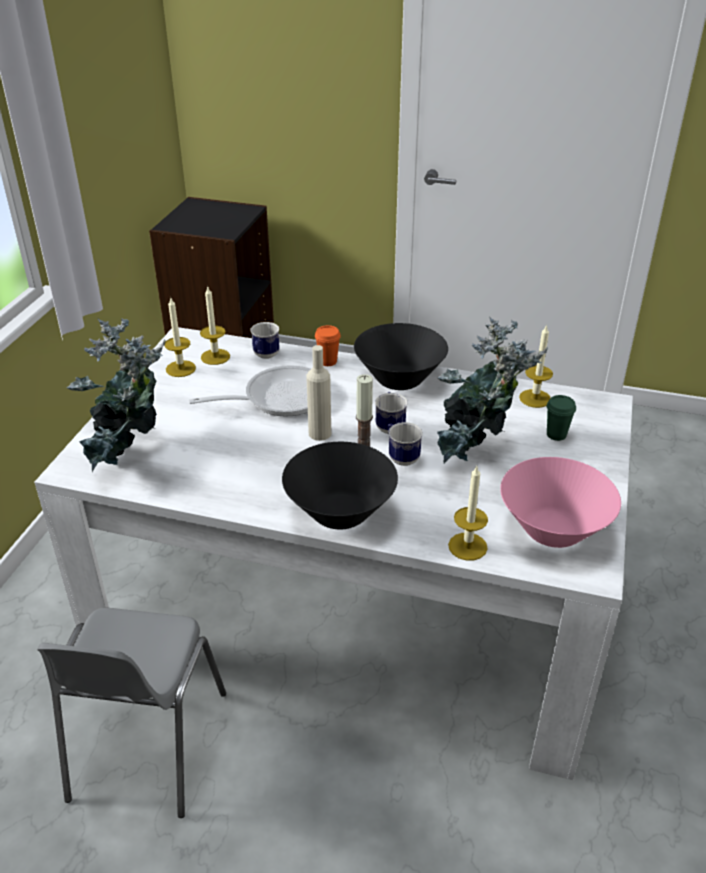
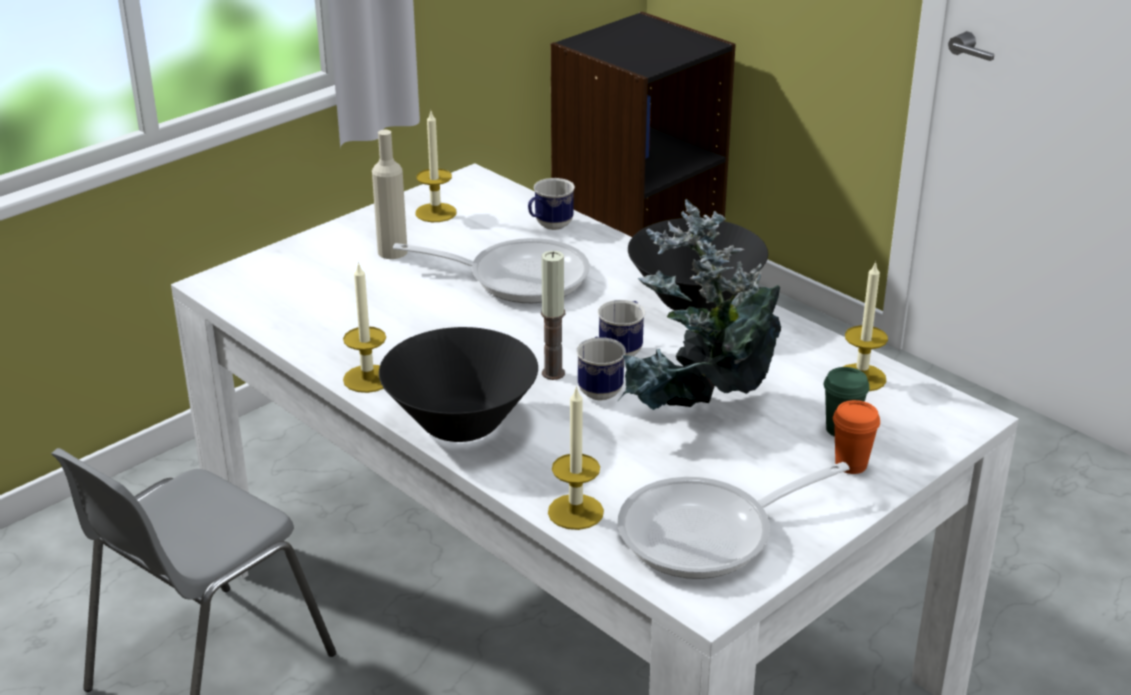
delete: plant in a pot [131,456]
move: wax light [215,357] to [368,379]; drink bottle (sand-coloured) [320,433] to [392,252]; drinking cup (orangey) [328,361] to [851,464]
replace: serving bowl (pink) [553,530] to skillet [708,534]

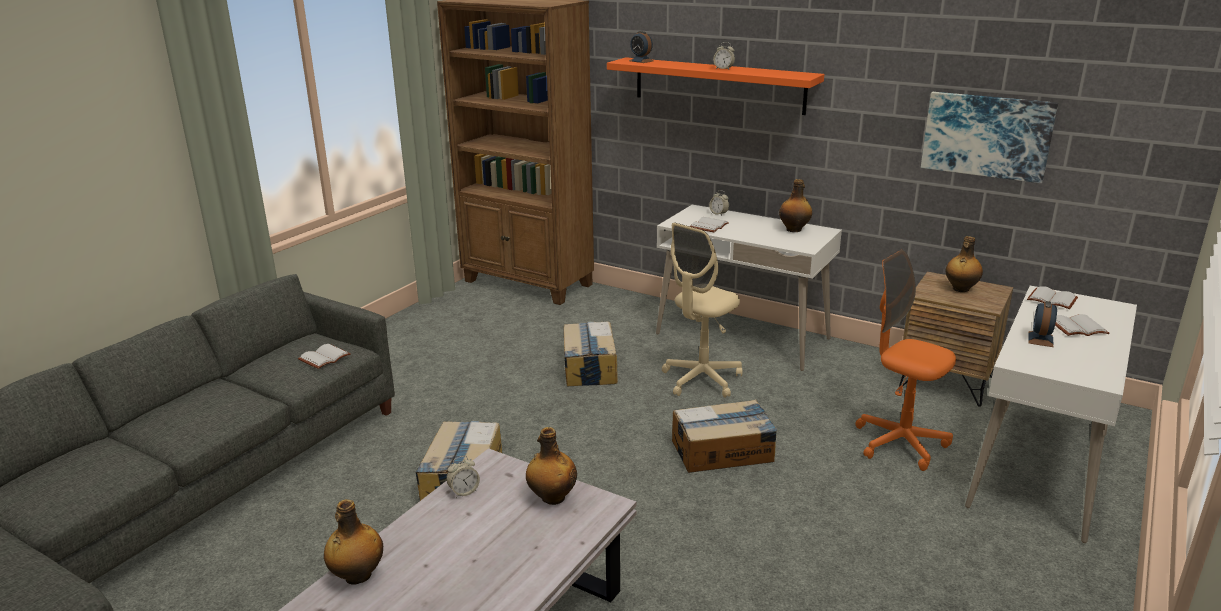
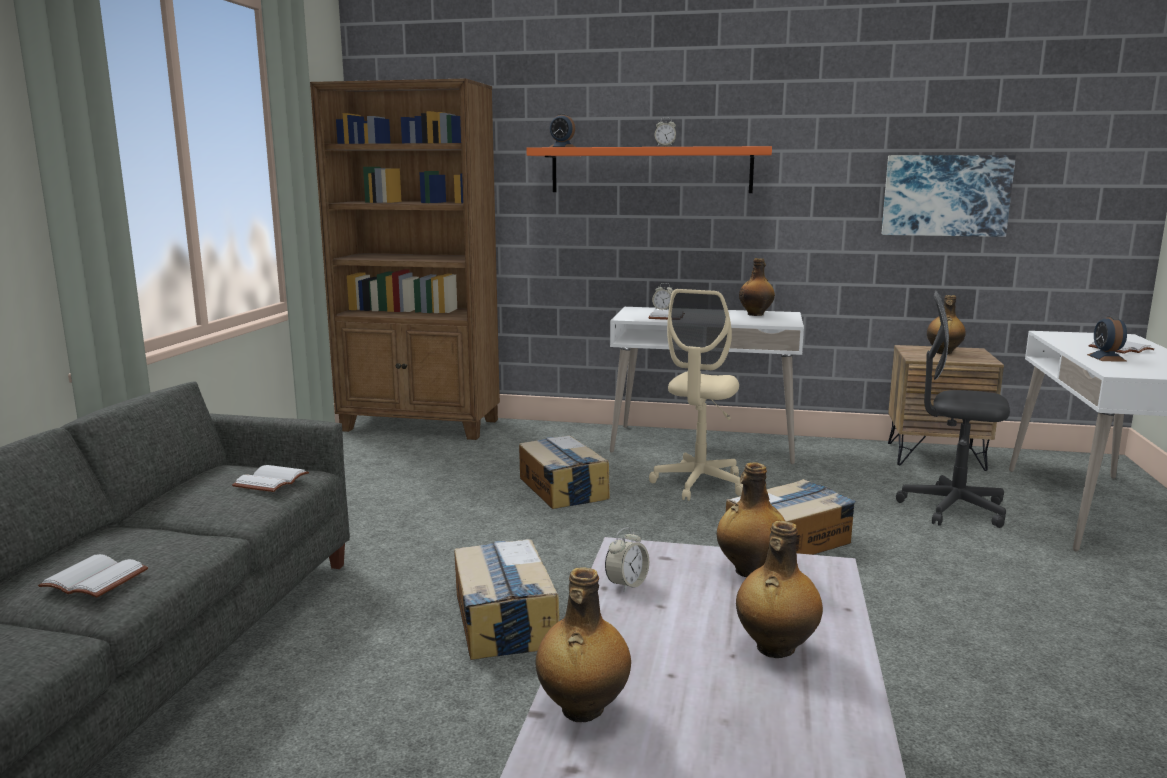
insert: drink bottle [775,648]
move: bound book (white) [1053,299] to [97,579]
recolor: office chair (orangey) [900,443] to office chair (greyish) [952,509]

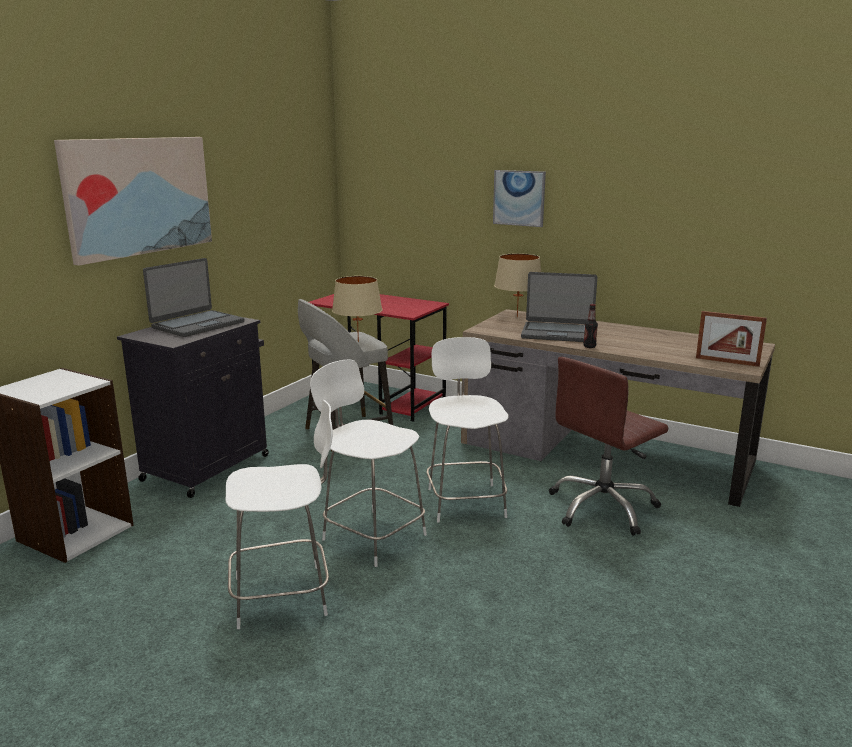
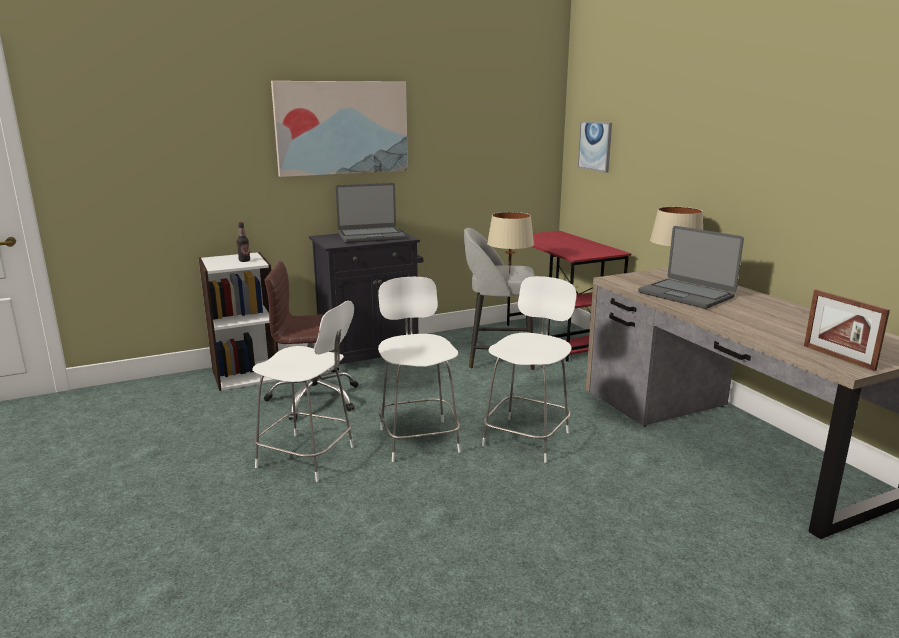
move: drink bottle [589,346] to [244,261]; office chair (brownish) [603,508] to [314,399]; wall art [519,198] to [595,146]

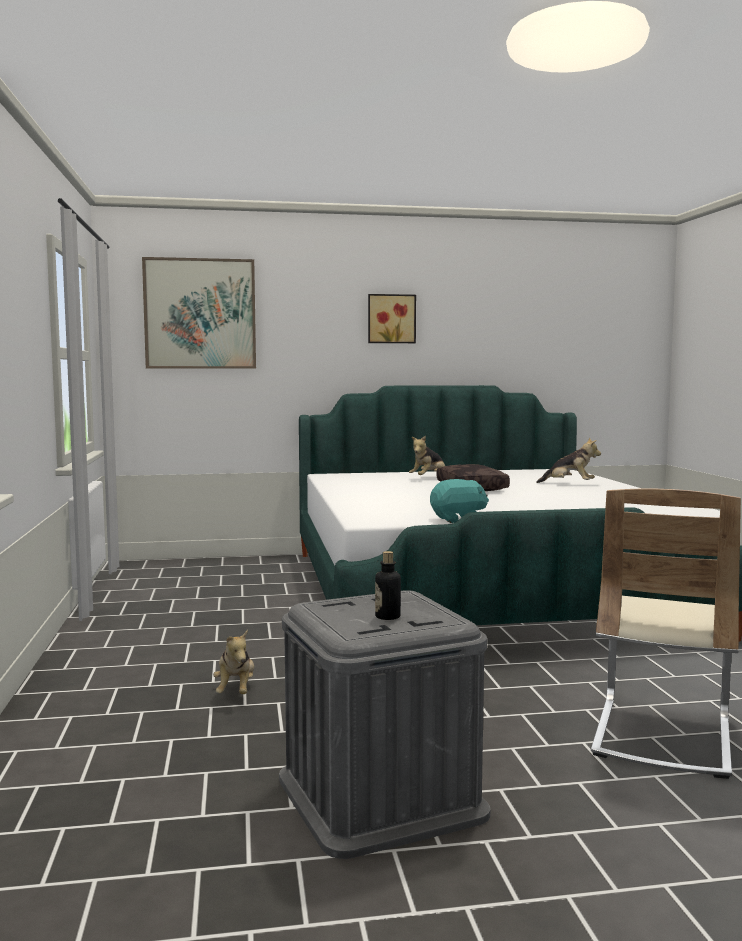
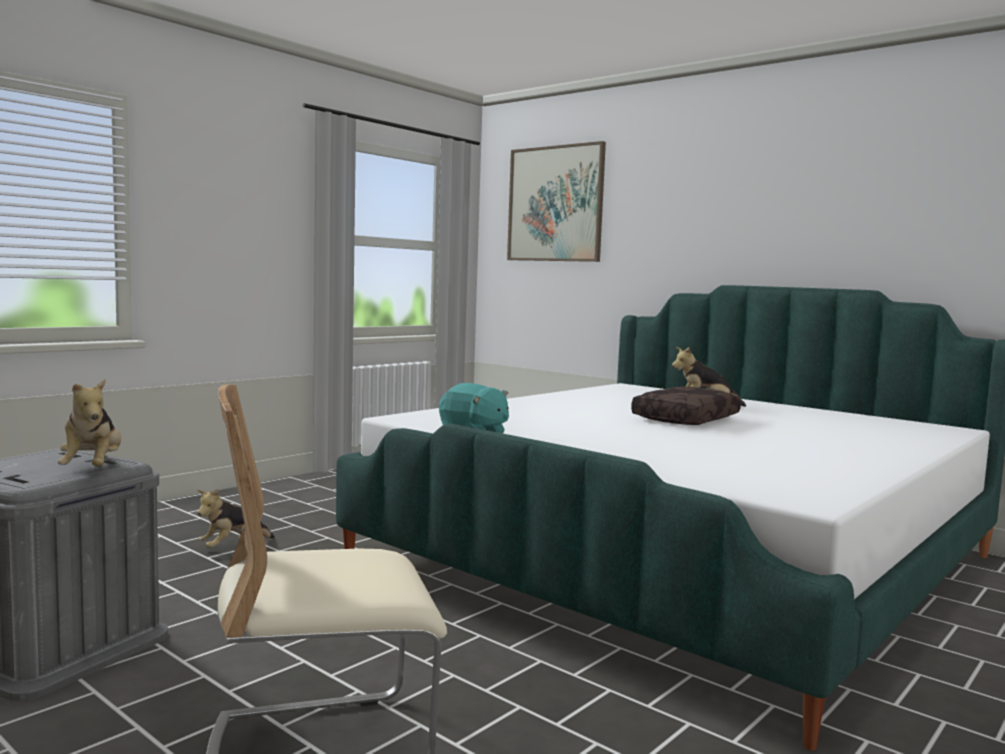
delete: wall art [391,319]; drink bottle [387,617]
move: plush toy [569,484] to [93,468]

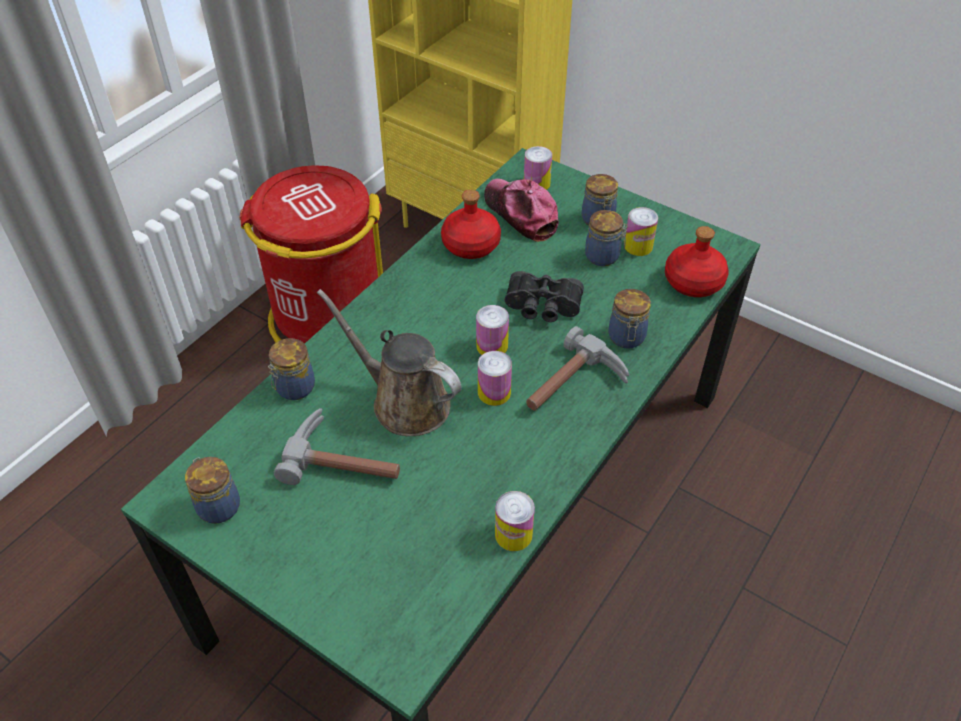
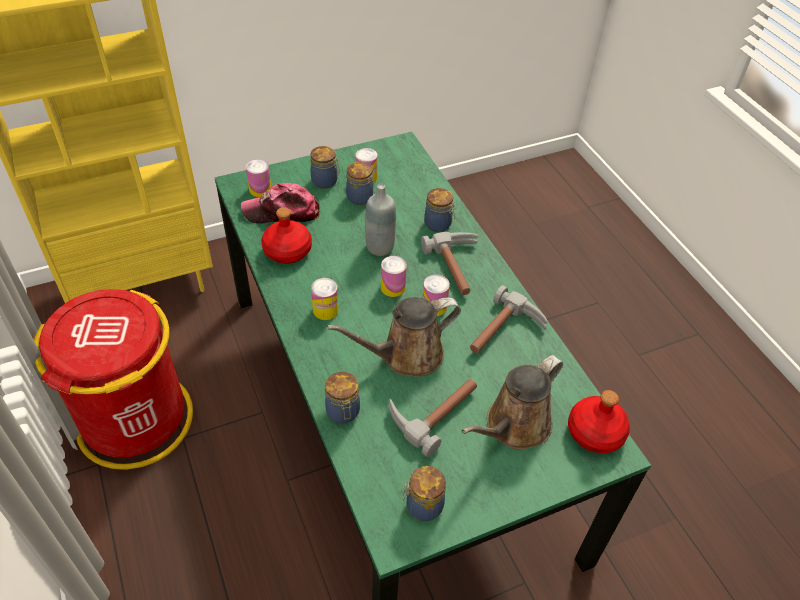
insert: watering can (brownish) [514,426]; tool hammer [505,333]
move: sealed can [513,534] to [325,310]; drink bottle (reddish) [694,282] to [595,432]
replace: binoculars (black) [542,307] to drink bottle (greyish) [380,247]

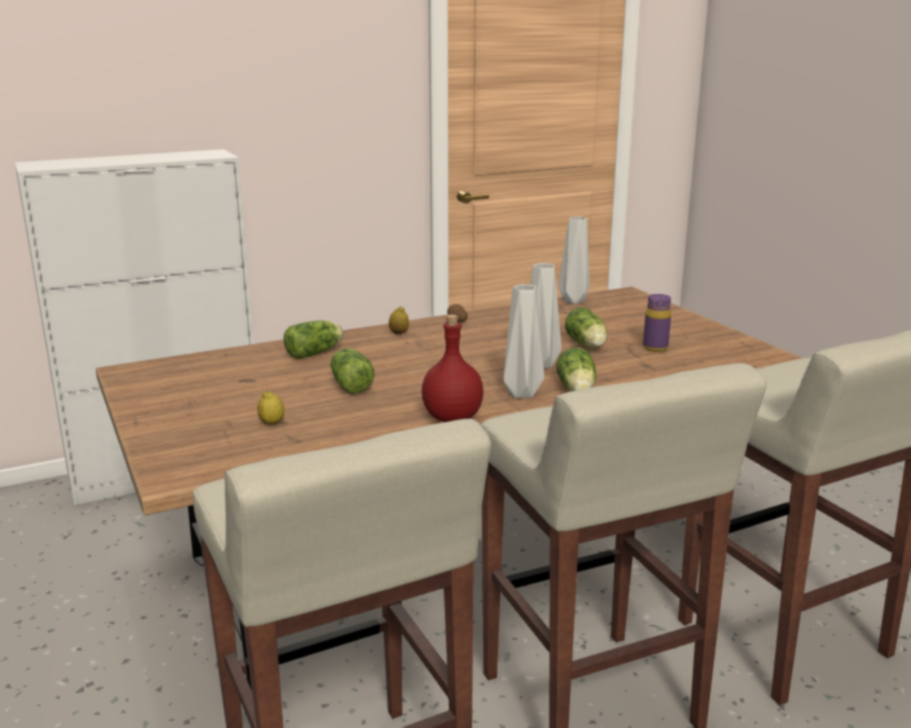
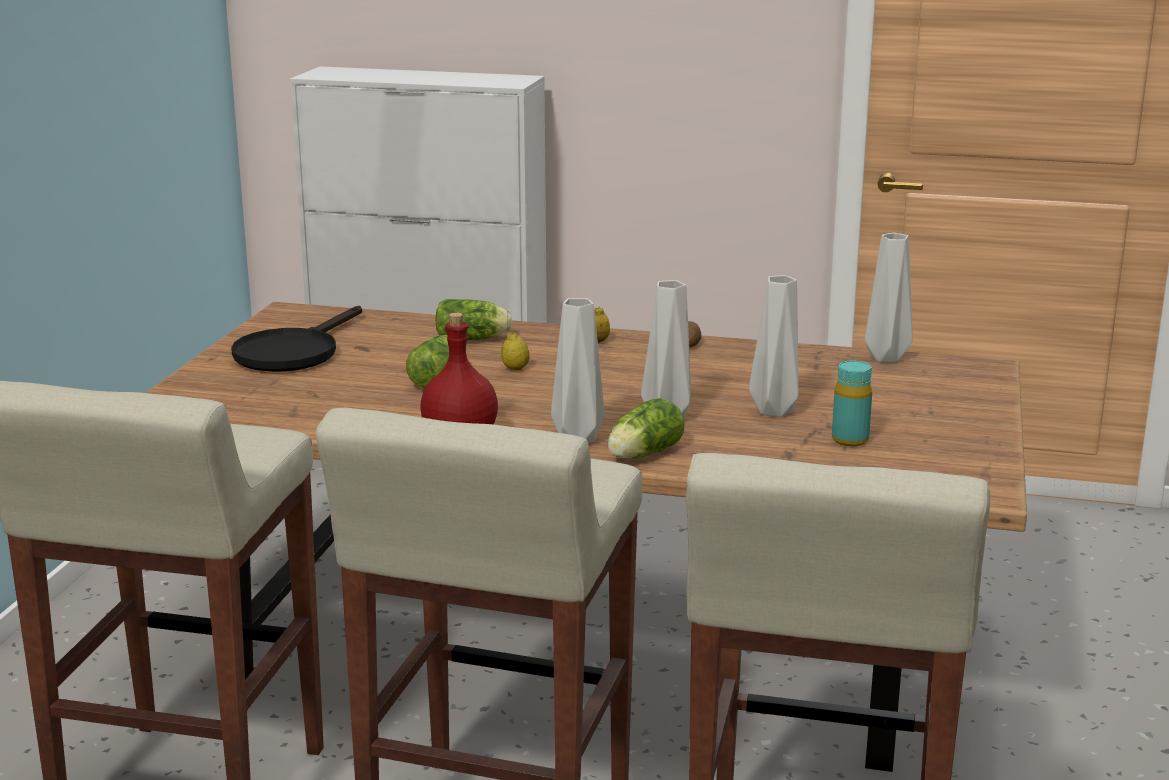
insert: skillet (black) [293,352]
move: citrus fruit [272,423] to [515,368]
replace: head of lettuce [587,345] to flower vase (greyish) [774,412]
recolor: drink bottle (purple) [655,348] to drink bottle (turquoise) [850,440]

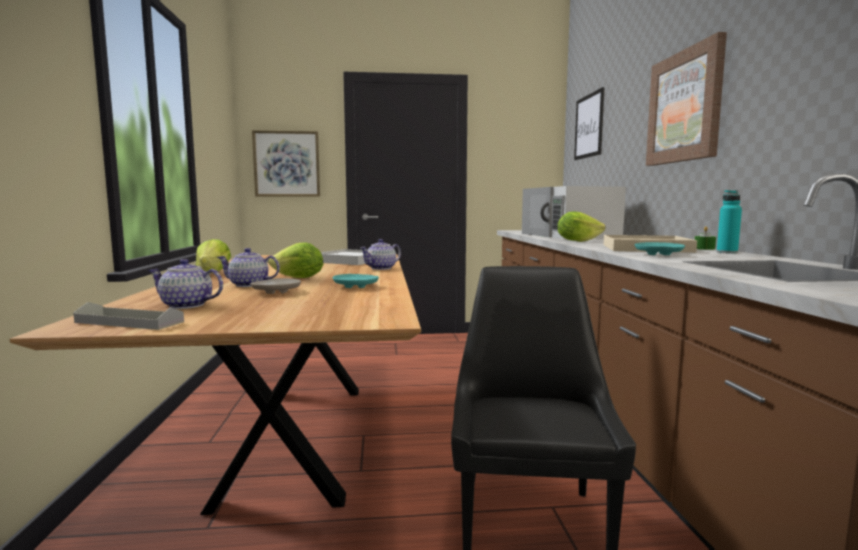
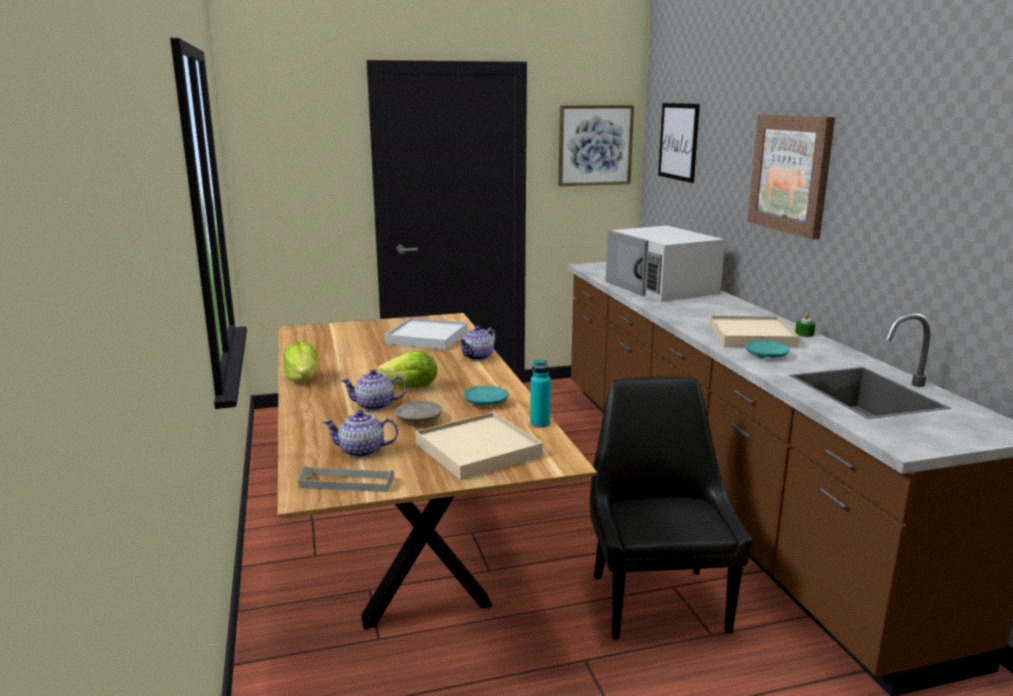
delete: head of lettuce [577,241]
insert: serving tray (sand-coloured) [477,450]
move: drink bottle (turquoise) [727,252] to [540,423]; wall art [287,164] to [595,145]

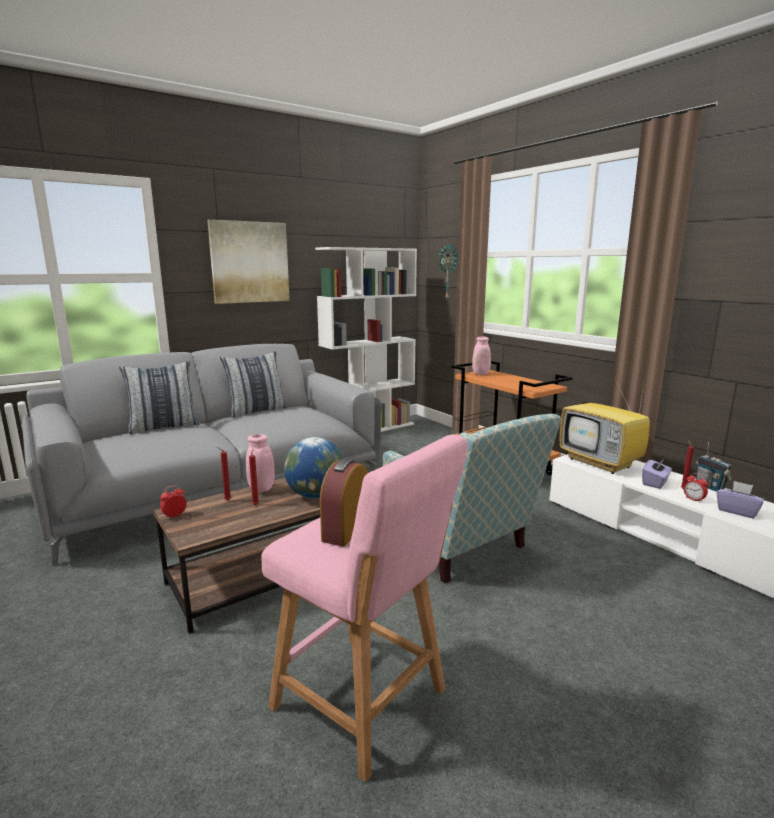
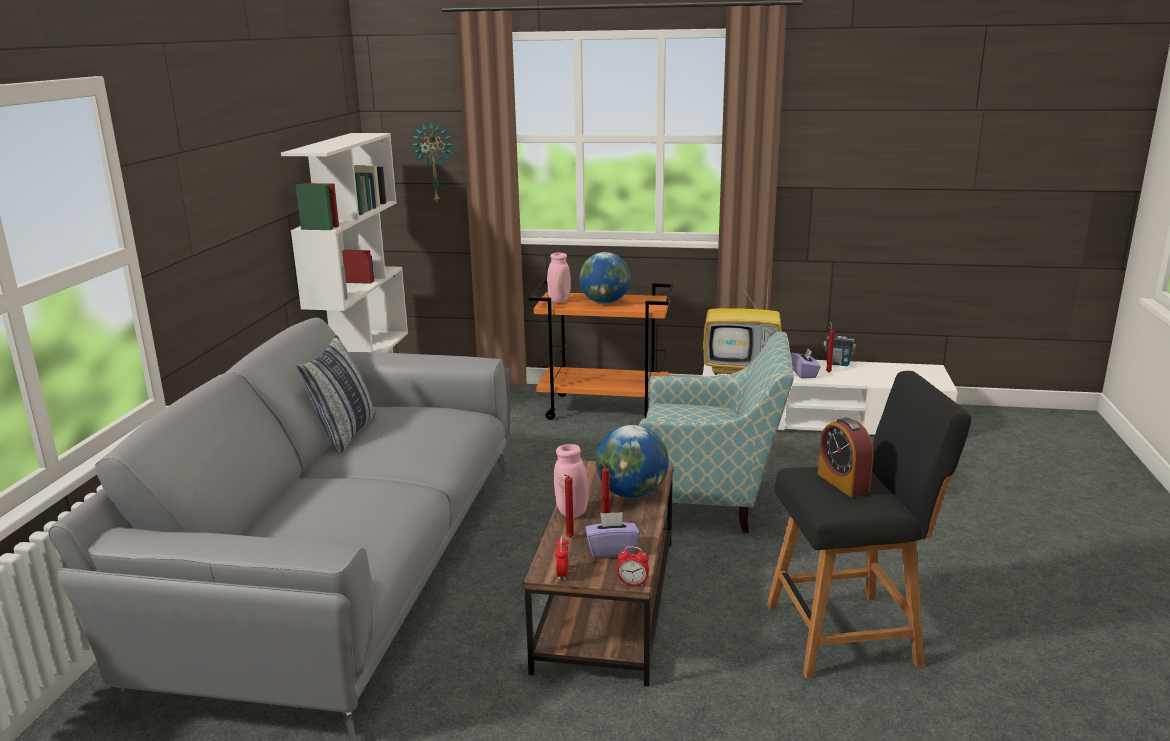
delete: pillow [164,427]; wall art [249,262]
insert: globe [605,302]
move: tissue box (purple) [737,511] to [612,550]; table clock [693,499] to [633,583]
recolor: sitting stool (pink) [365,703] to sitting stool (black) [849,634]

